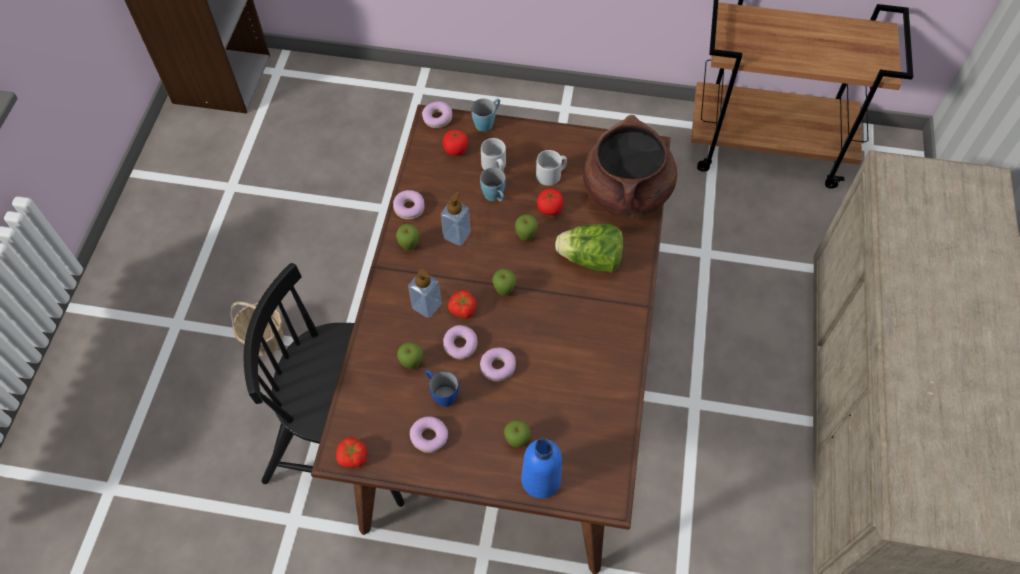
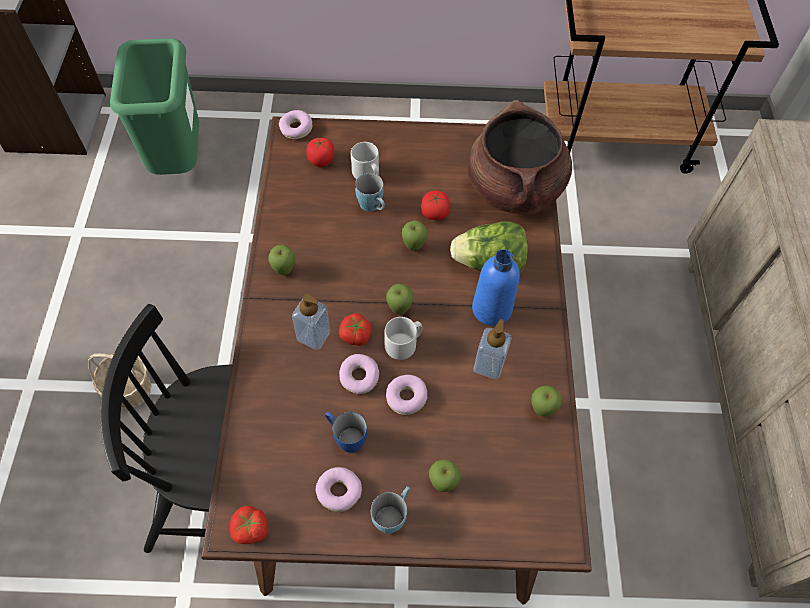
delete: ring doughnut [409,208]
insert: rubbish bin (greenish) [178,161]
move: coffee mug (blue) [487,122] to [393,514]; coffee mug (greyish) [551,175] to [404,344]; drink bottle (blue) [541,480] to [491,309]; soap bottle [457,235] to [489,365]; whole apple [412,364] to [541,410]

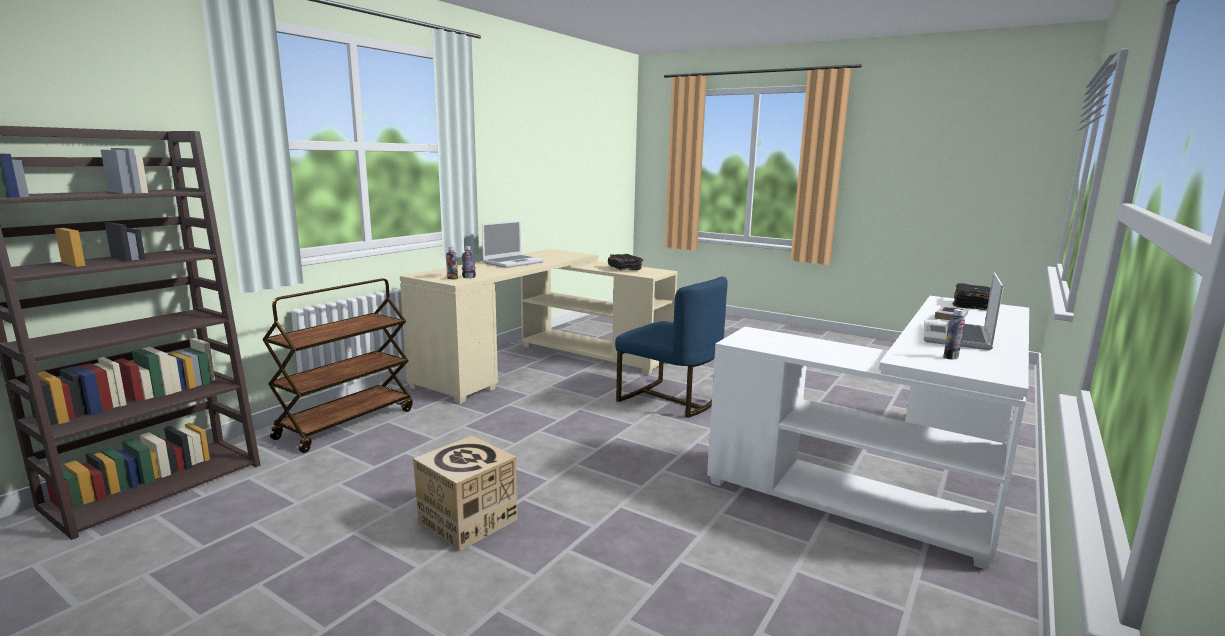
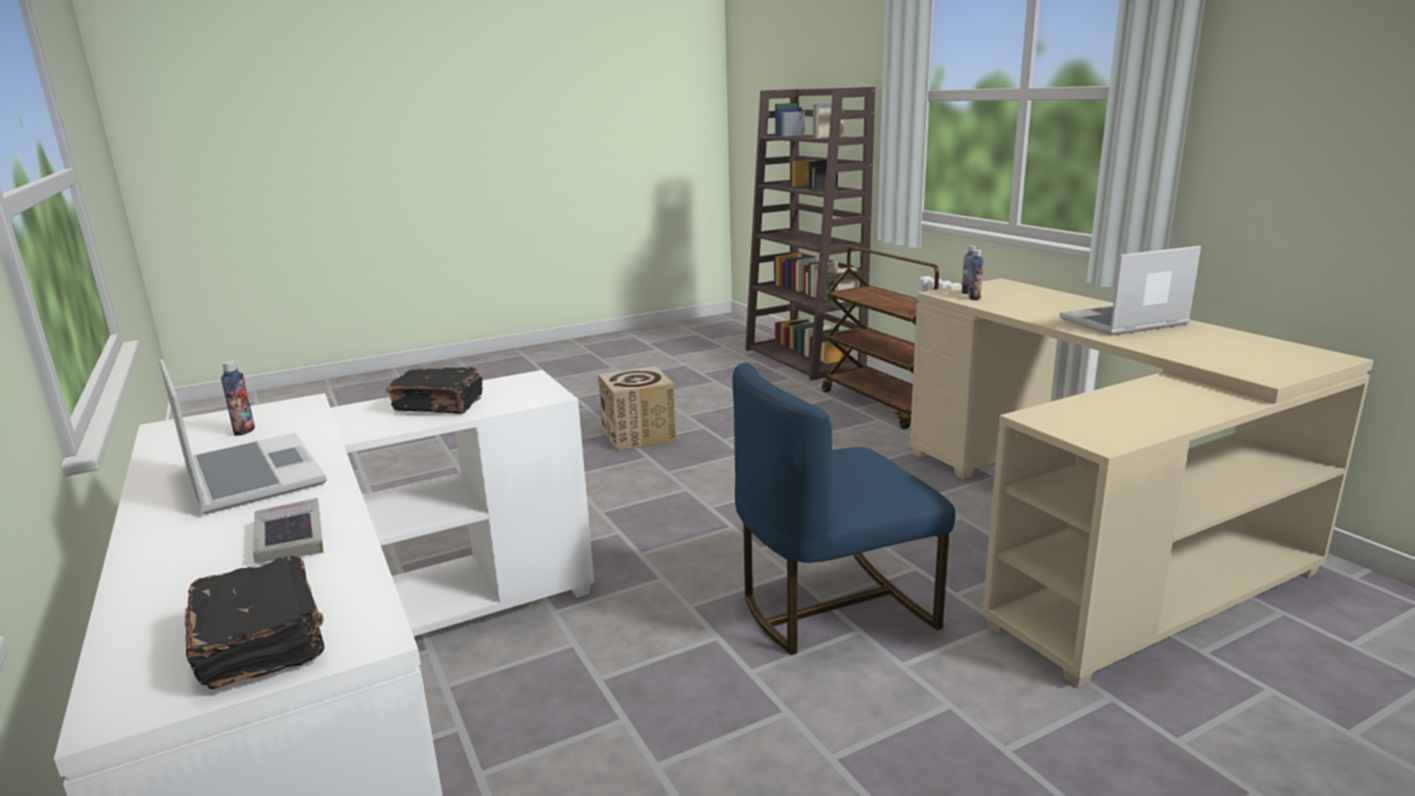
move: bound book (black) [624,269] to [439,405]
rotate: laptop [513,262] = [1123,322] 90 degrees clockwise

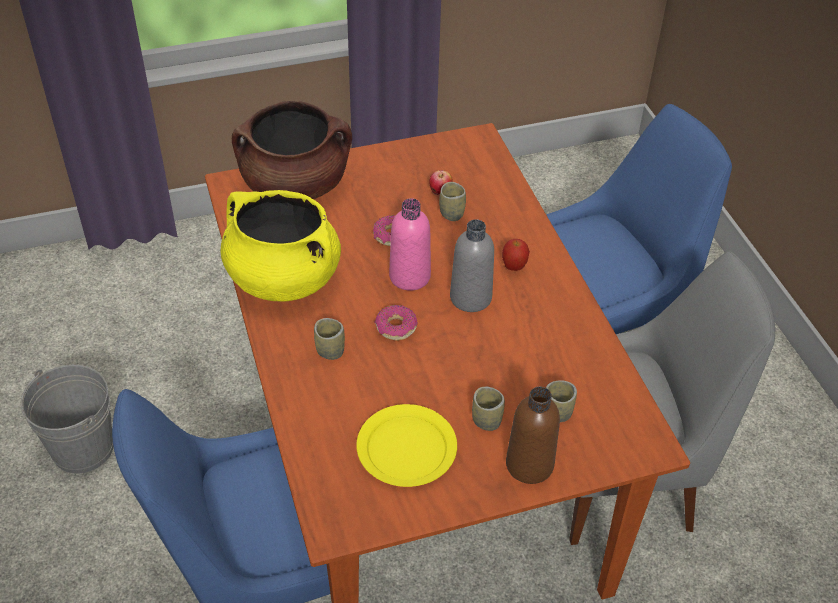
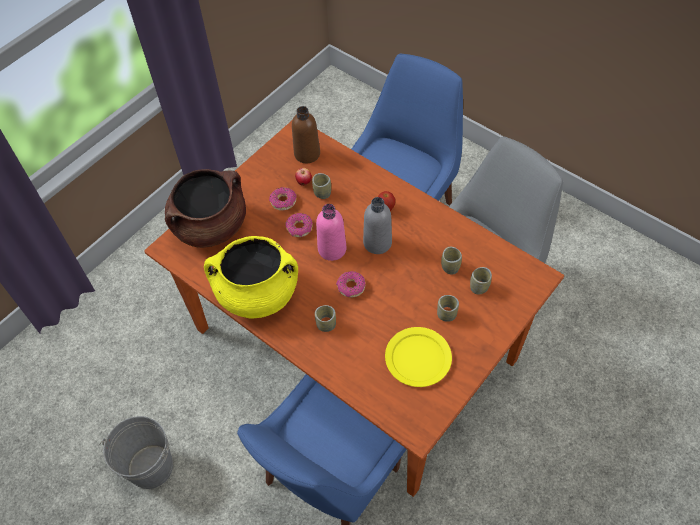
insert: ring doughnut [283,201]; drinking cup [450,267]
move: drink bottle (brownish) [529,464] to [307,154]

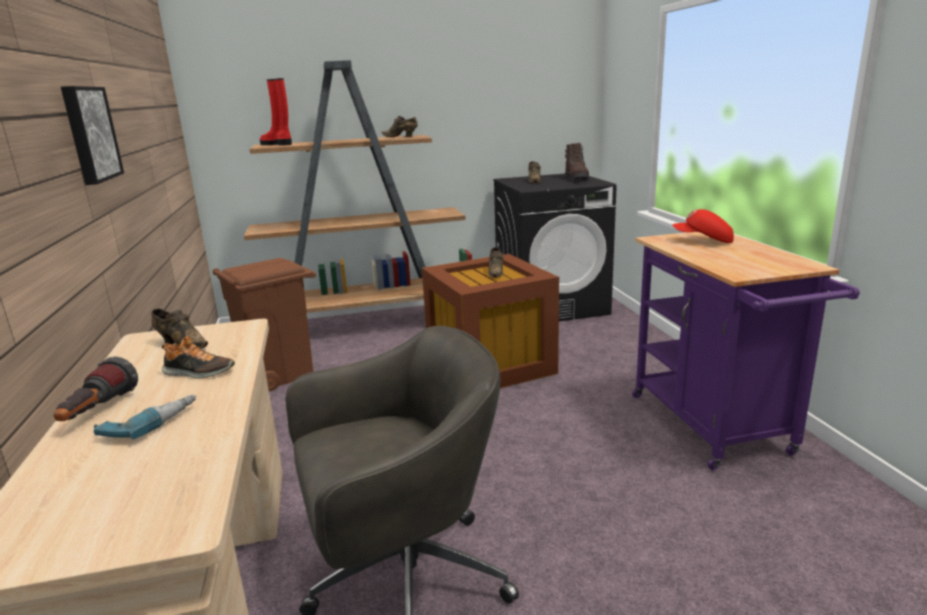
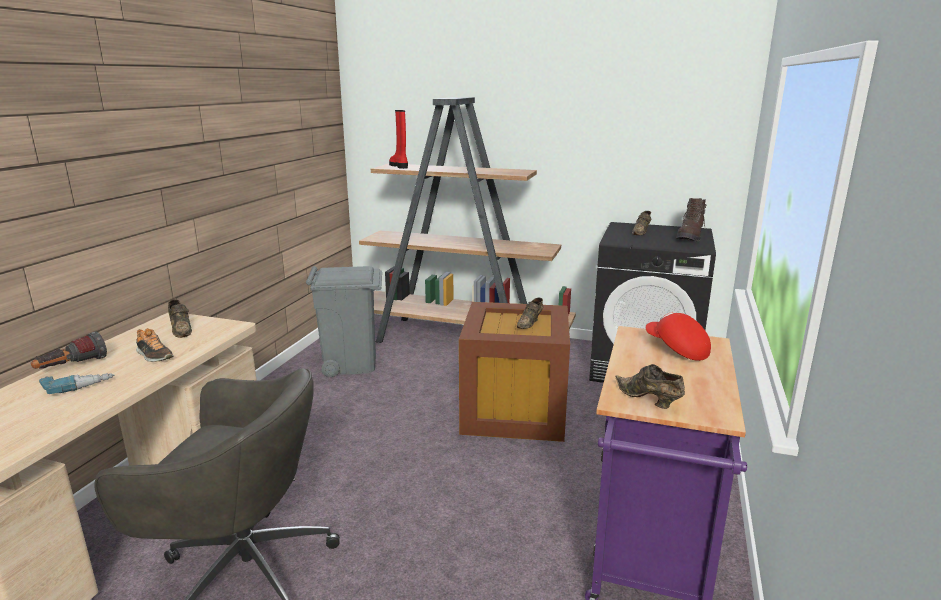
delete: wall art [89,134]
move: shoe (brownish) [401,136] to [648,400]
recolor: rubbish bin (brownish) [279,373] to rubbish bin (greyish) [351,364]

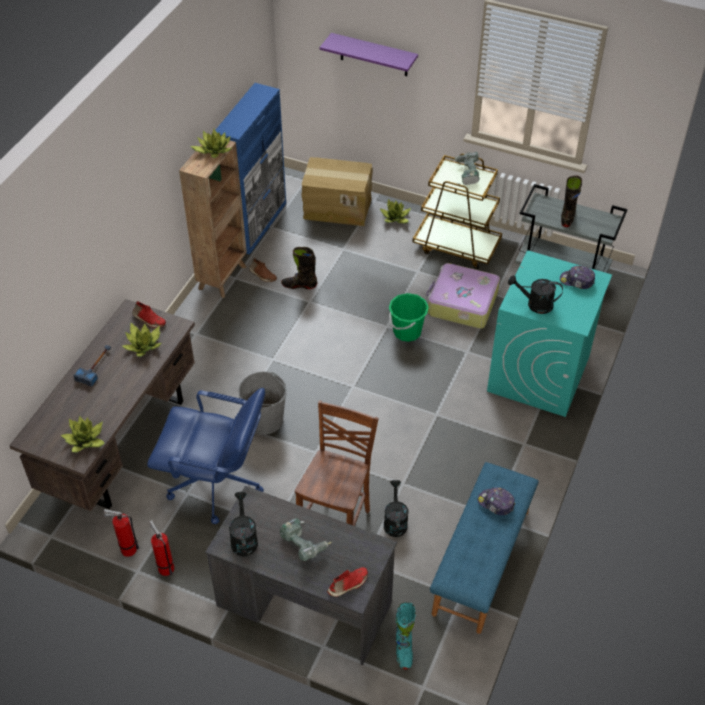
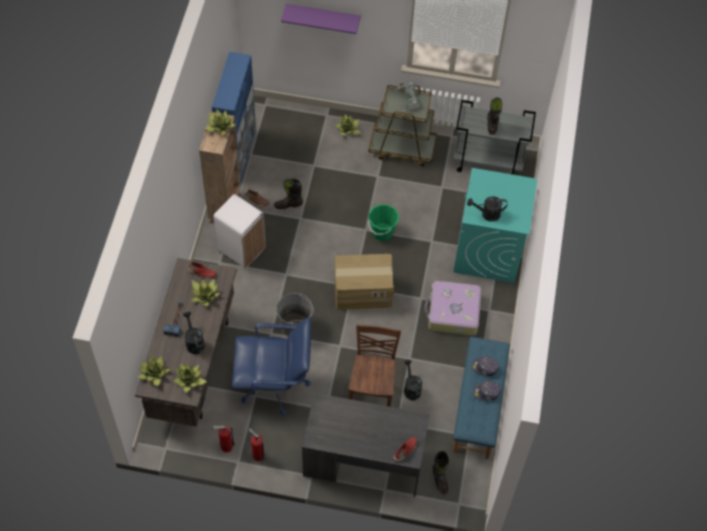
delete: drill [305,544]
insert: plant in a pot [154,373]; rubbish bin (white) [241,249]
move: watering can (black) [243,538] to [193,342]; packing box [337,207] to [363,290]; travel case [461,303] to [453,312]; baseball cap [577,281] to [486,393]
recolor: boot (turquoise) [403,649] to boot (black) [439,480]

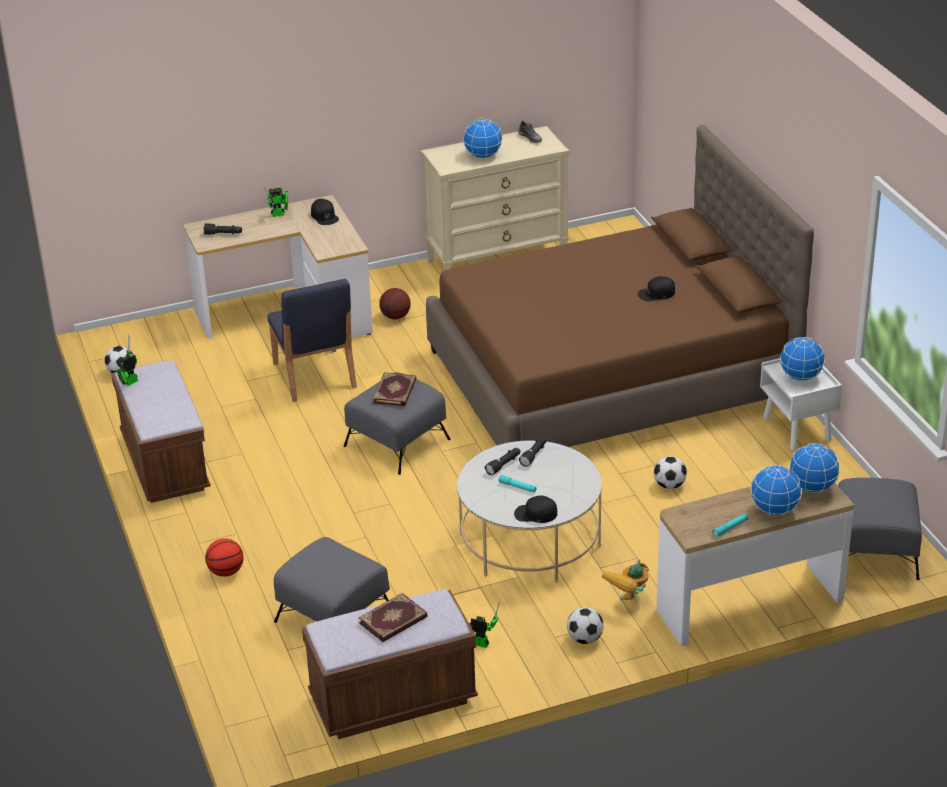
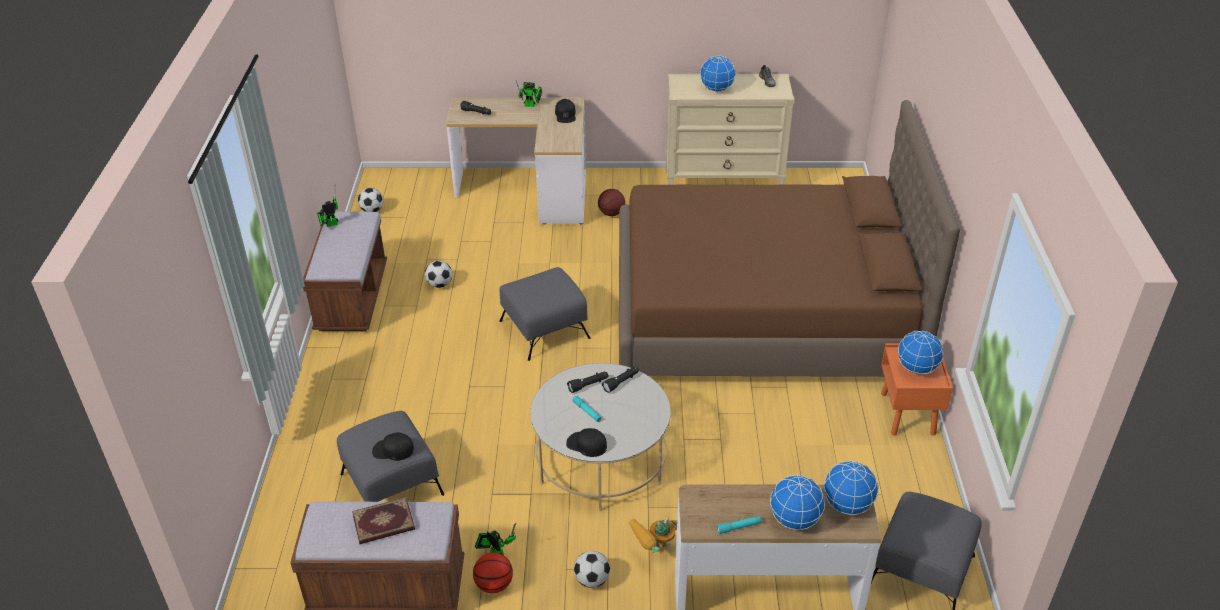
delete: plain chair (blue) [314,376]; bound book [395,391]
move: baseball cap (black) [656,293] to [393,450]; football [669,485] to [440,284]; basketball ball [226,572] to [494,585]
recolor: bedside table (white) [797,429] to bedside table (orangey) [908,414]

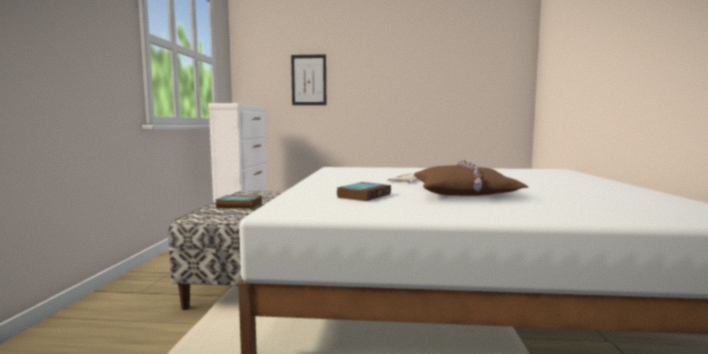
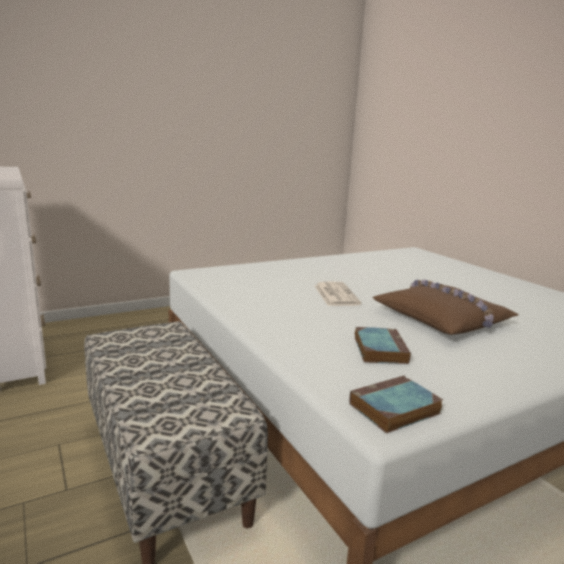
delete: wall art [309,80]
move: bound book [238,205] to [393,409]

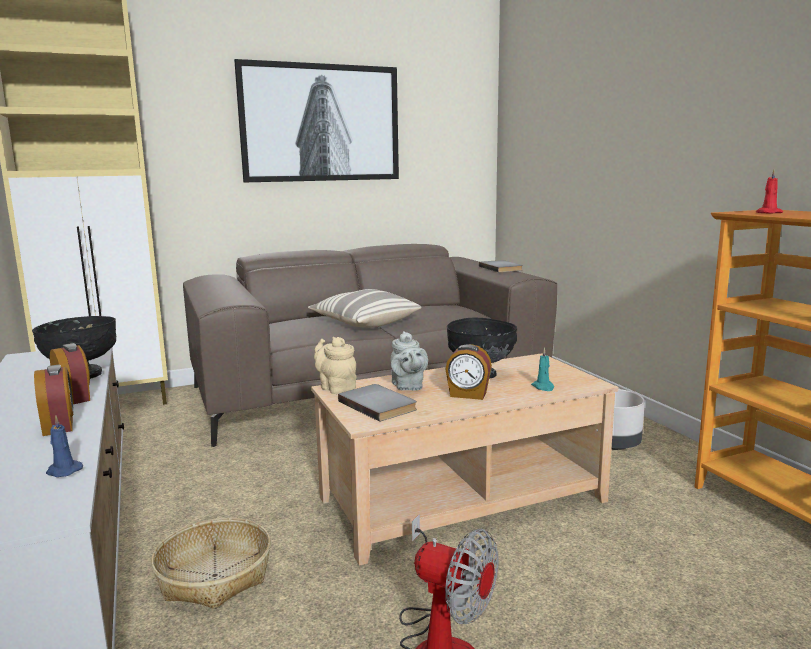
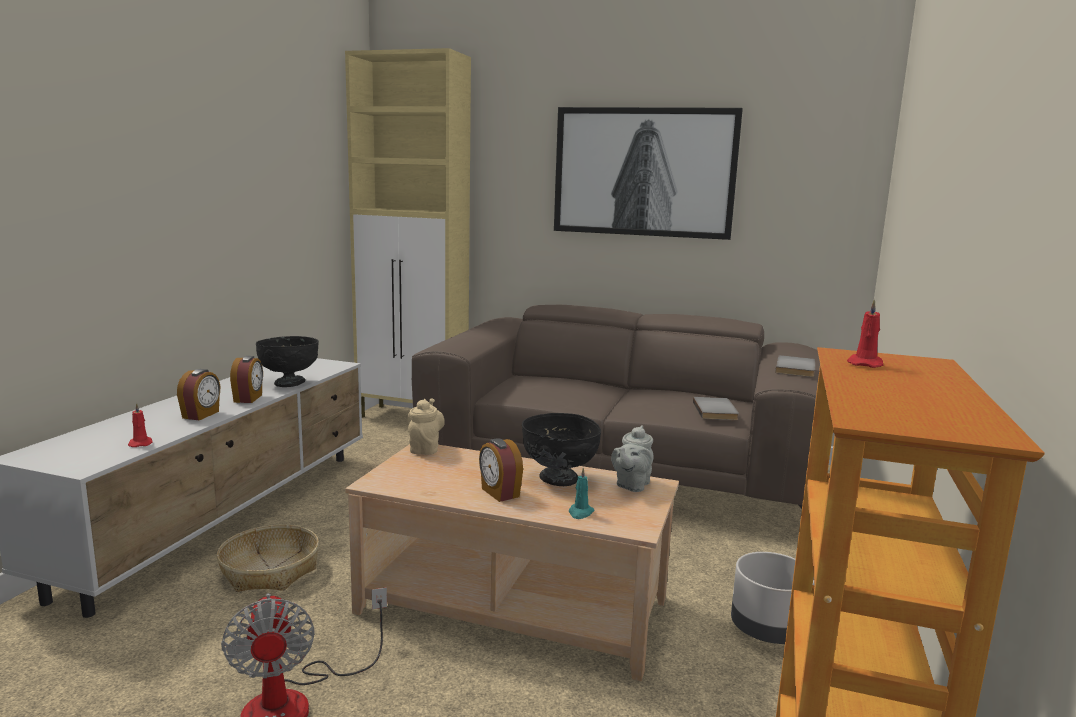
delete: pillow [364,323]
move: teapot (greyish) [408,387] to [631,485]; bound book (greyish) [379,405] to [717,411]
recolor: wax light (blue) [63,471] to wax light (reddish) [140,443]

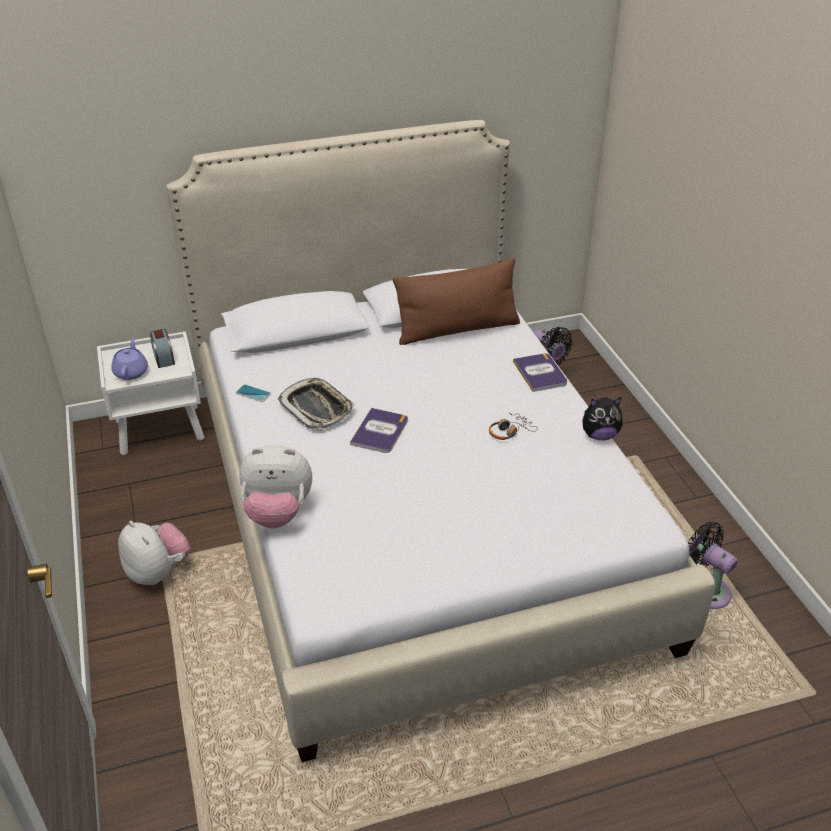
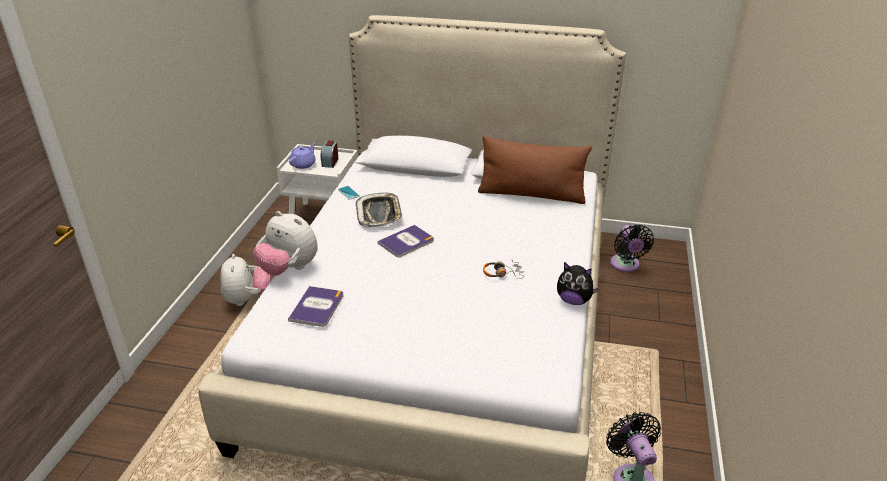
move: bound book [540,373] to [317,307]

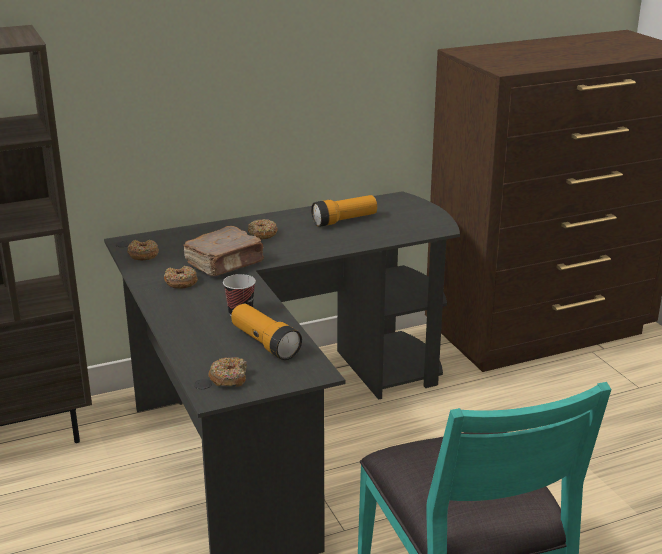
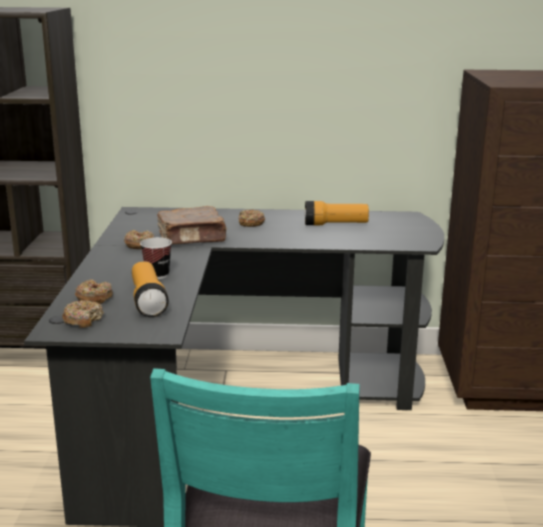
move: ring doughnut [143,255] to [94,298]

